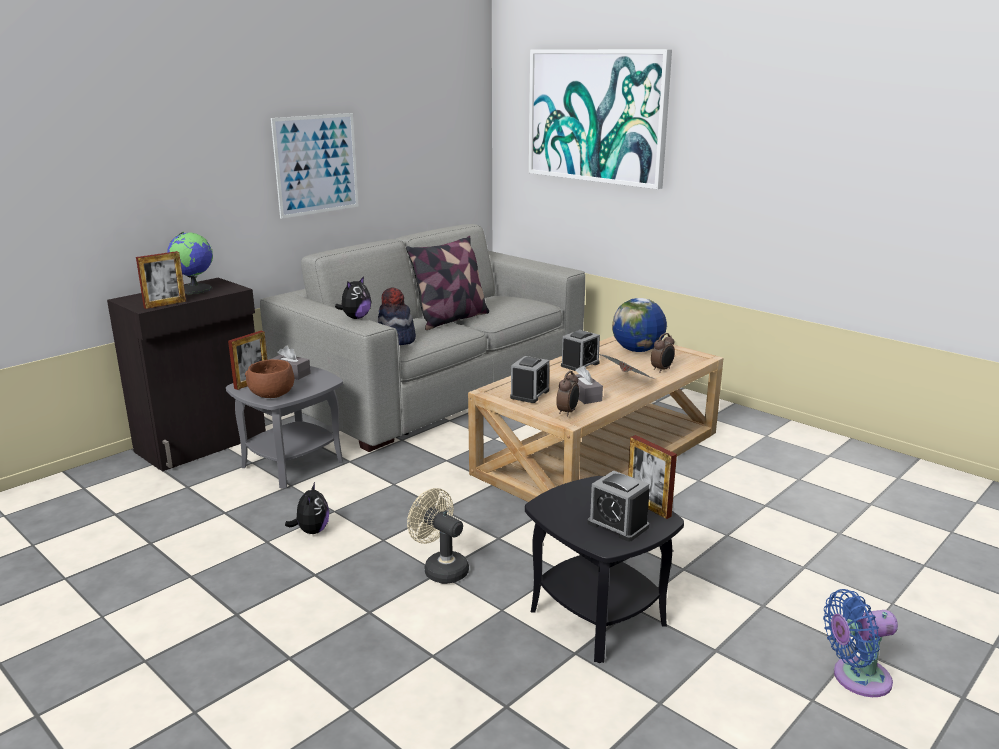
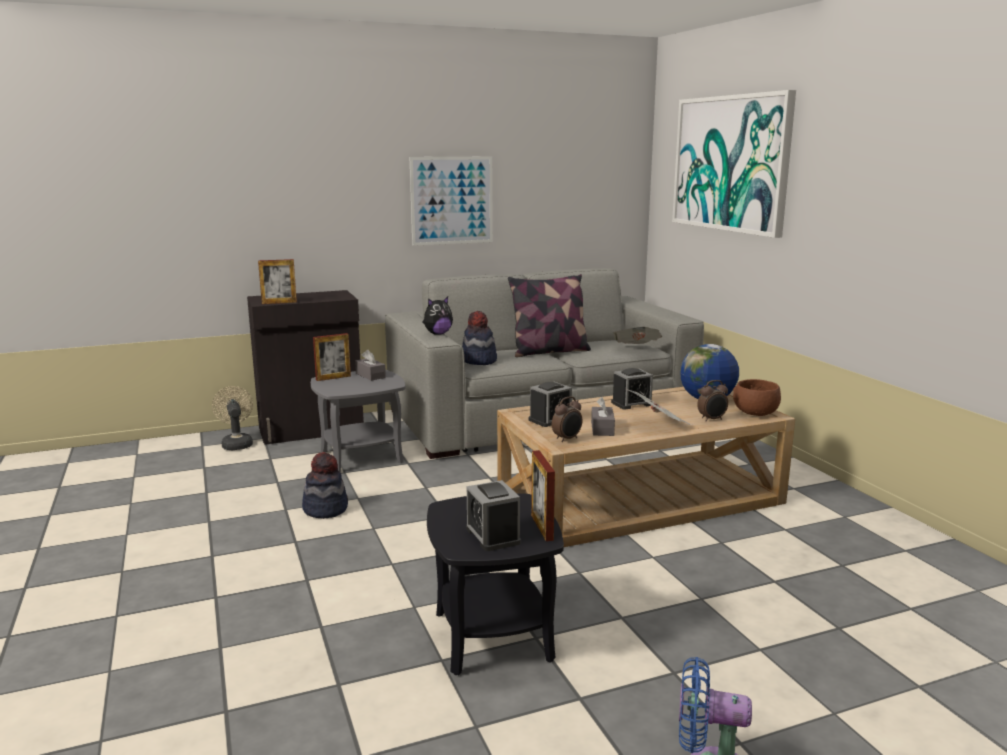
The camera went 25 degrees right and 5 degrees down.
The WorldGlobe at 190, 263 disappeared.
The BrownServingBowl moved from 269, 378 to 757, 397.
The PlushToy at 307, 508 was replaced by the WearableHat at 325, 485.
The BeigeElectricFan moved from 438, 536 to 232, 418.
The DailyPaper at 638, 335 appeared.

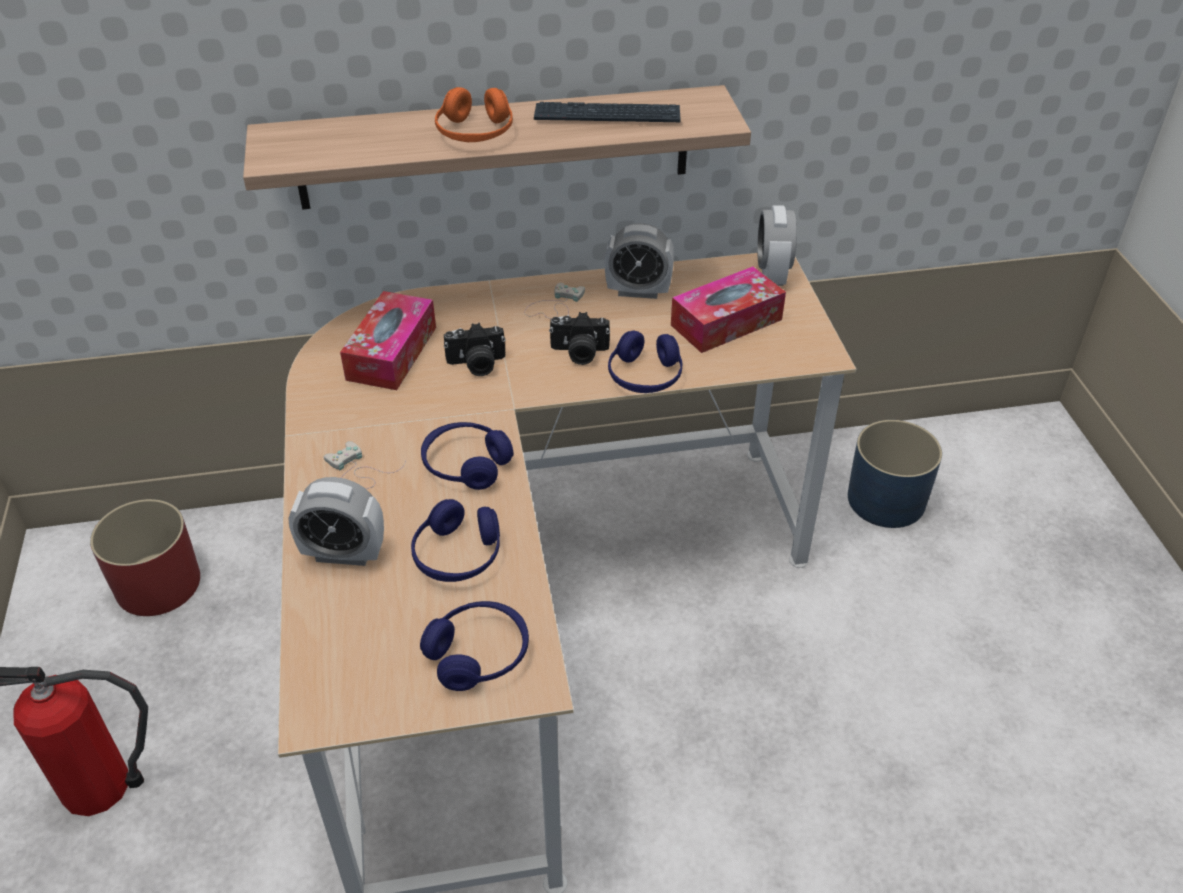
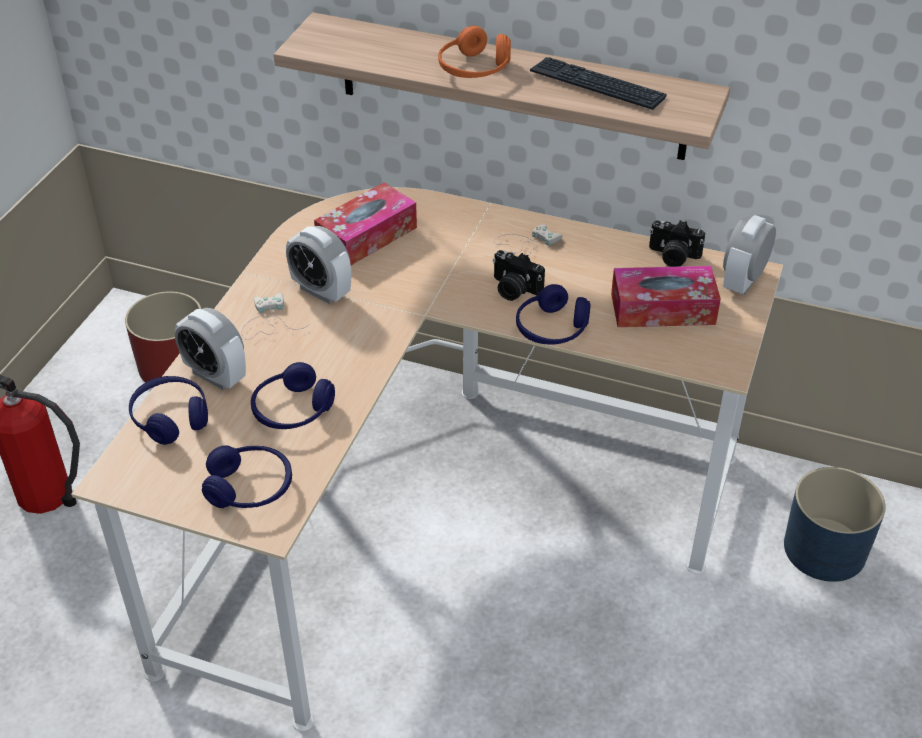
The camera went 30 degrees right and 0 degrees up.
The BluishHeadset moved from 467, 456 to 168, 410.
The PhotoCamera moved from 474, 349 to 677, 243.
The TableClock moved from 639, 261 to 318, 265.

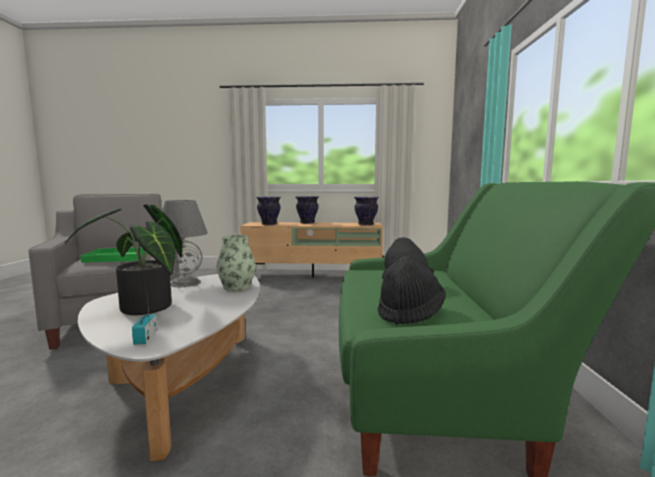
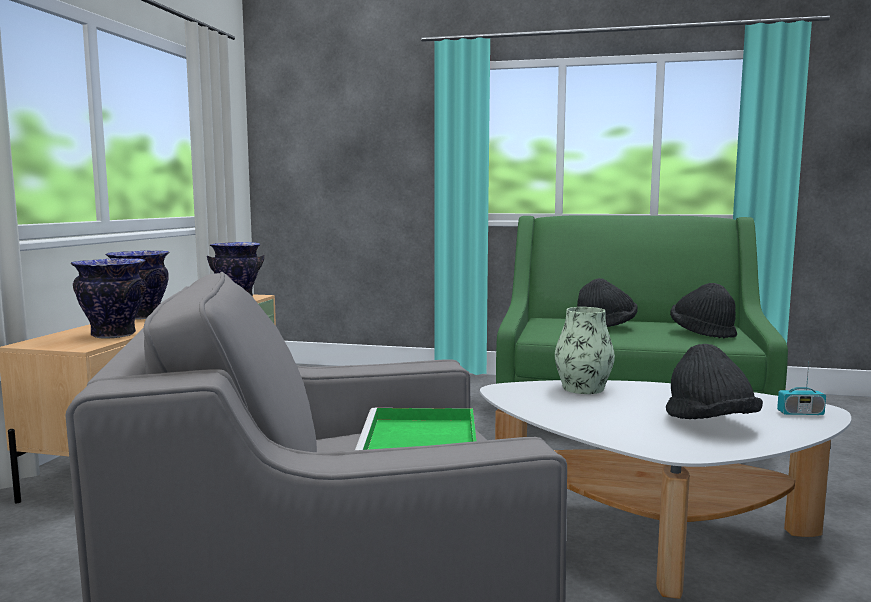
The camera went 80 degrees left and 0 degrees up.
The Houseplant at 123, 259 was replaced by the BlackishWearableHat at 714, 381.
The GreyLampForATable at 185, 243 disappeared.

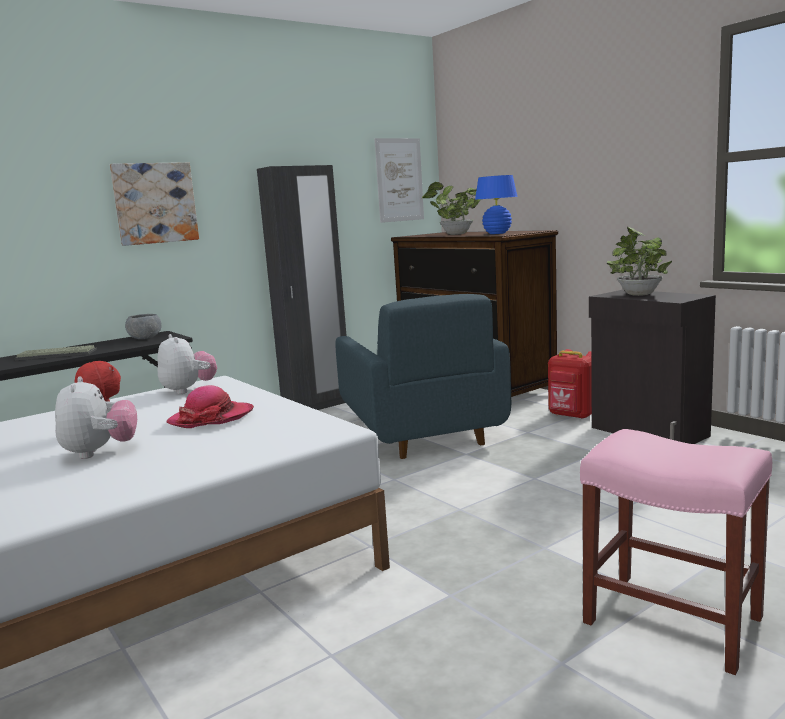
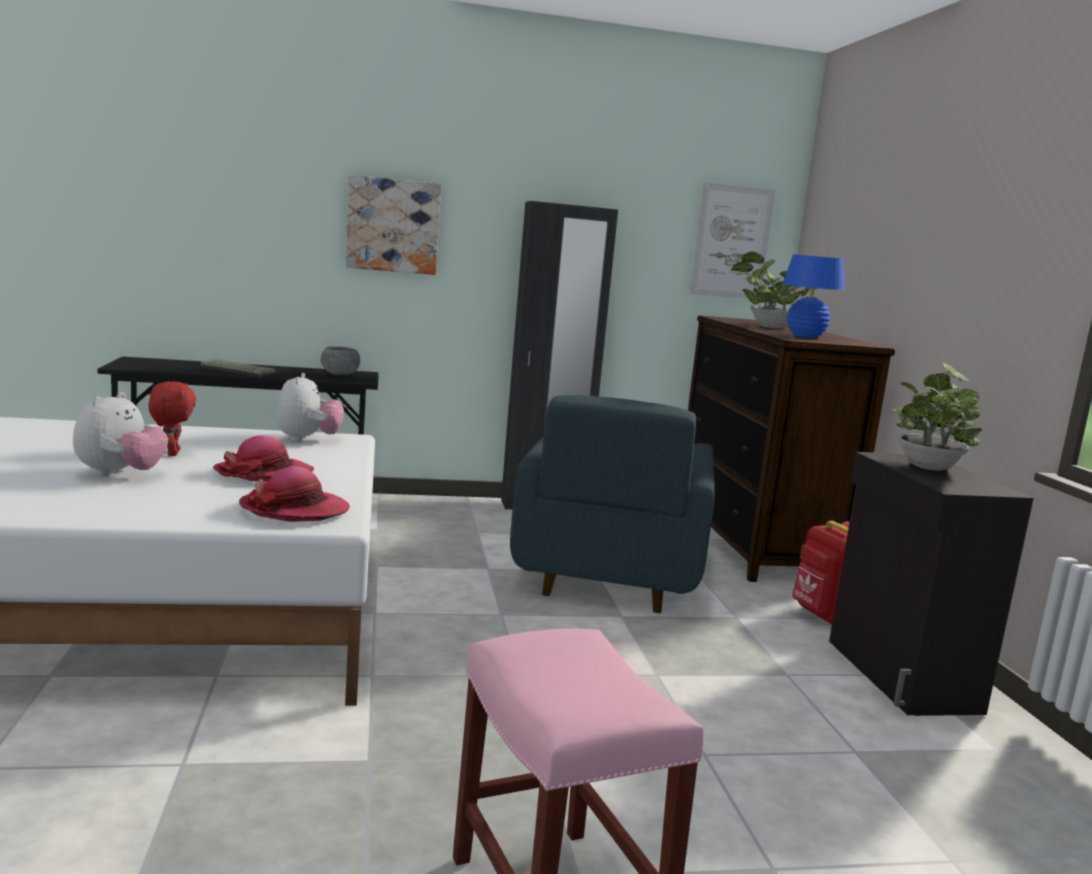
The camera went 25 degrees right and 0 degrees up.
The WearableHat at 294, 494 appeared.

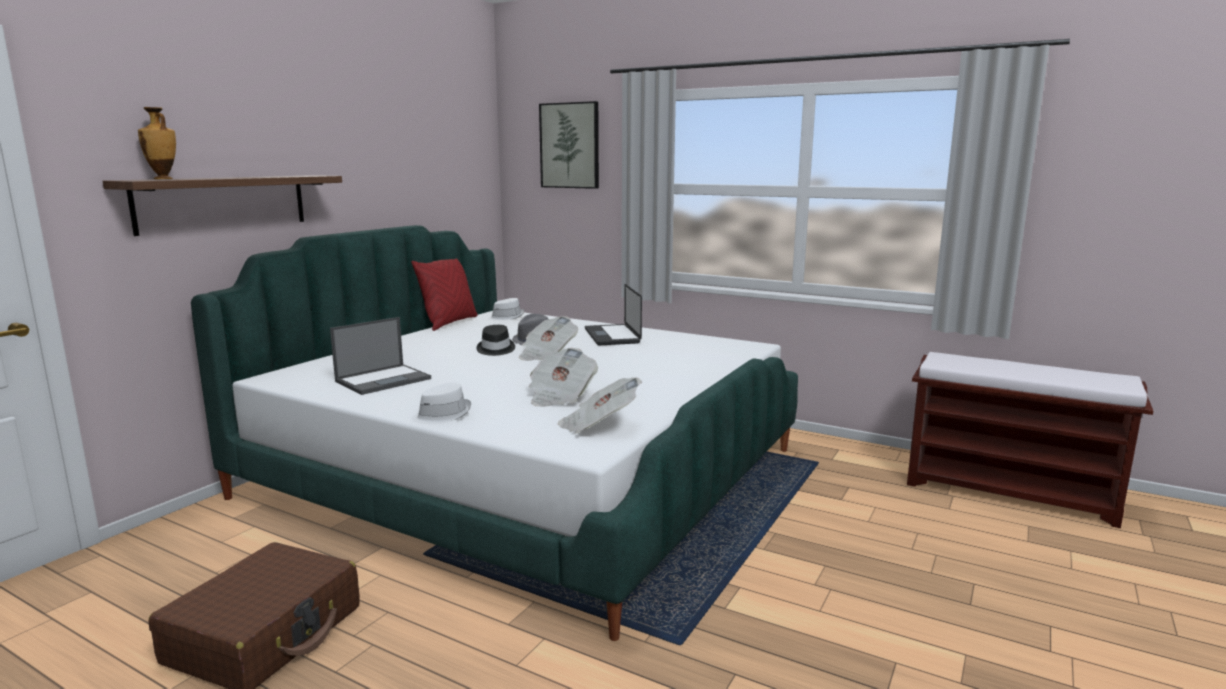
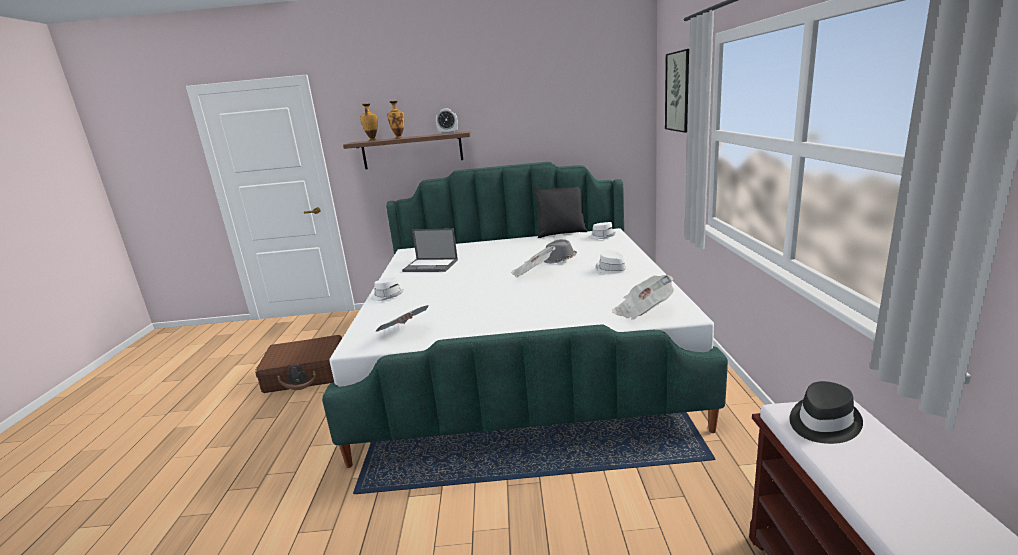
The camera went 60 degrees right and 5 degrees up.
The RedCushion at 444, 294 became the BlackishCushion at 561, 212.
The BlackishWearableHat moved from 496, 340 to 826, 412.
The DailyPaper moved from 563, 377 to 643, 297.
The PortableComputer at 613, 314 was replaced by the WhiteColouredWearableHat at 613, 263.
The Vase at 396, 119 appeared.
The TableClock at 447, 121 appeared.

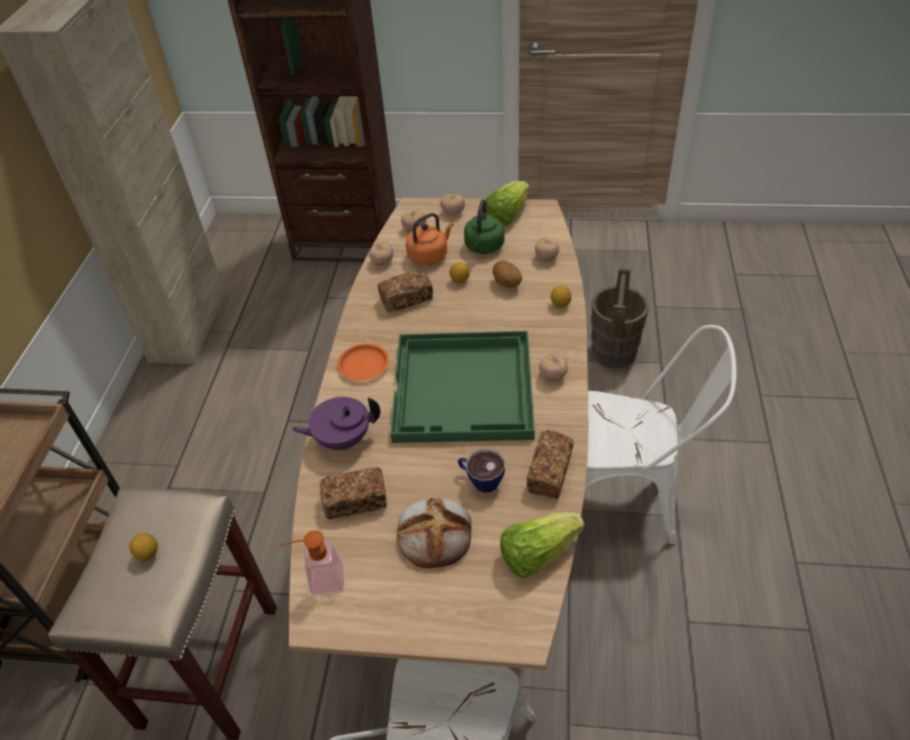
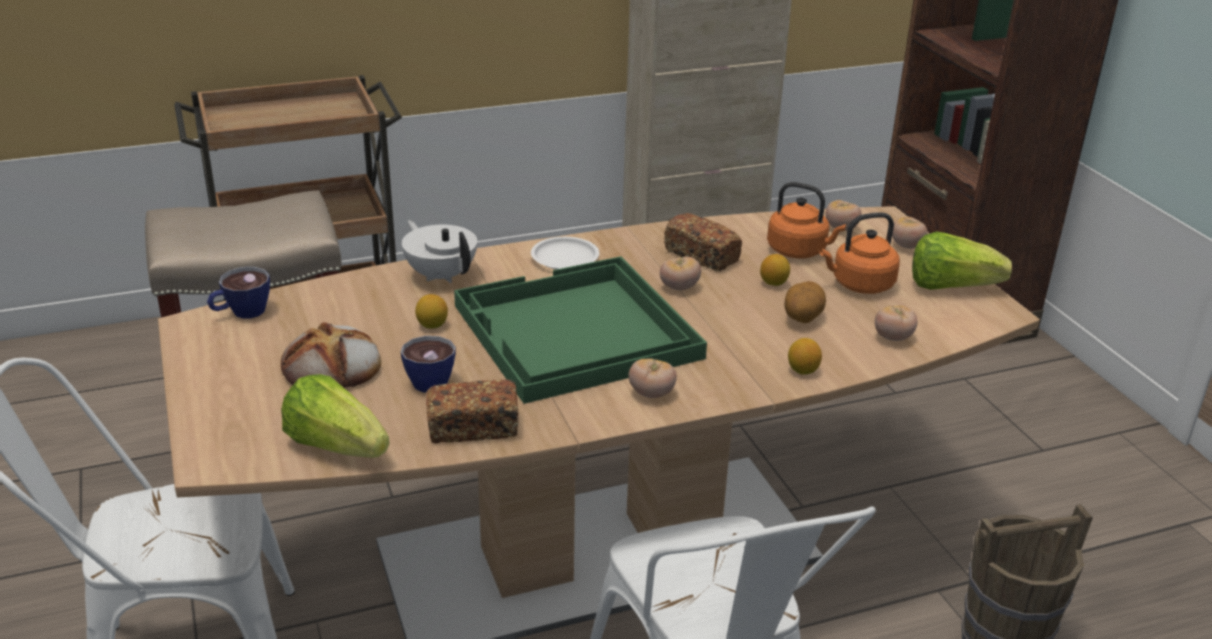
The camera went 60 degrees right and 15 degrees down.
The Lemon moved from 143, 547 to 431, 311.
The SoapBottle at 311, 562 was replaced by the DrinkingCup at 238, 293.
The PurpleColouredPotForTea at 335, 423 became the WhiteColouredPotForTea at 439, 251.
The Bread at 353, 493 disappeared.
The OrangePlate at 363, 362 became the WhiteColouredPlate at 565, 253.
The Tomato moved from 381, 253 to 680, 273.
The GreenTeaKettle at 484, 226 became the OrangeTeaKettle at 859, 253.

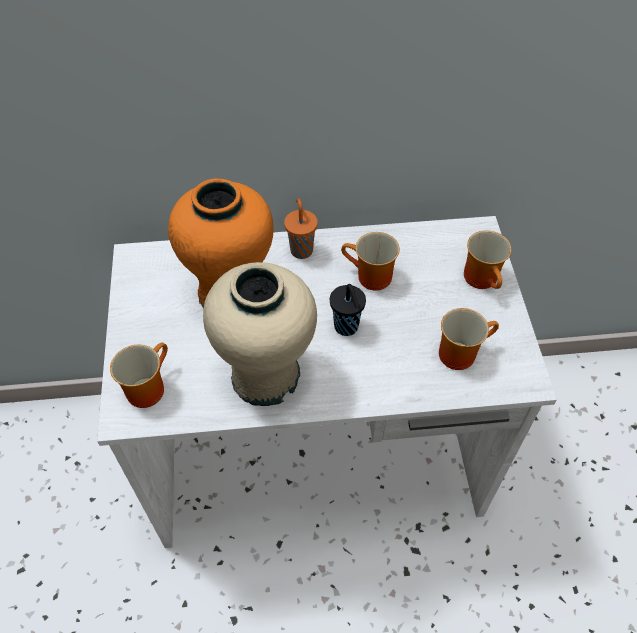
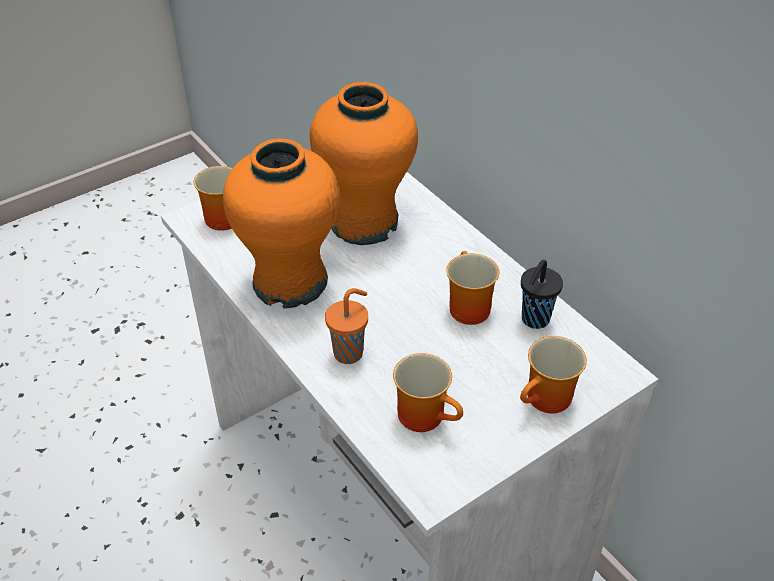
The camera went 60 degrees right and 10 degrees down.
The BeigeVase at 260, 334 became the OrangeVase at 281, 223.
The OrangeDrinkingCup moved from 301, 228 to 346, 326.
The BlackishDrinkingCup moved from 348, 310 to 542, 294.

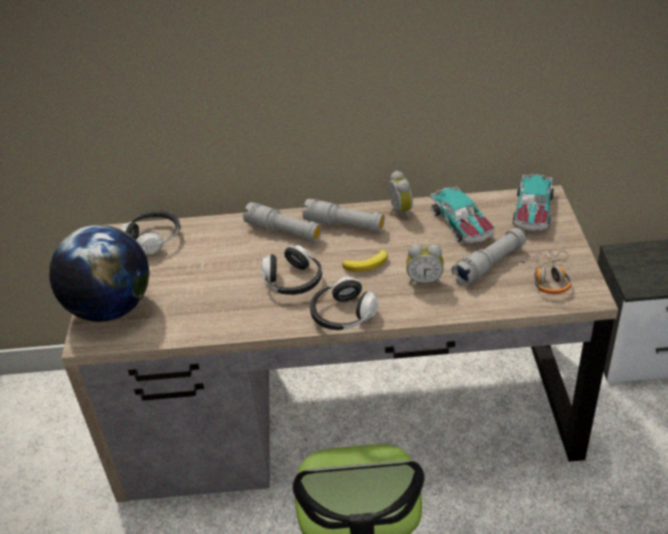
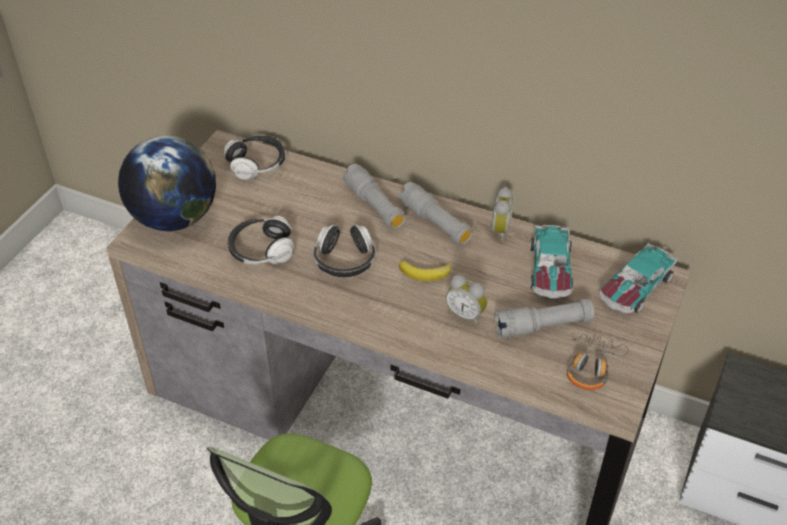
The camera went 25 degrees right and 5 degrees up.
The Headset moved from 344, 303 to 260, 240.

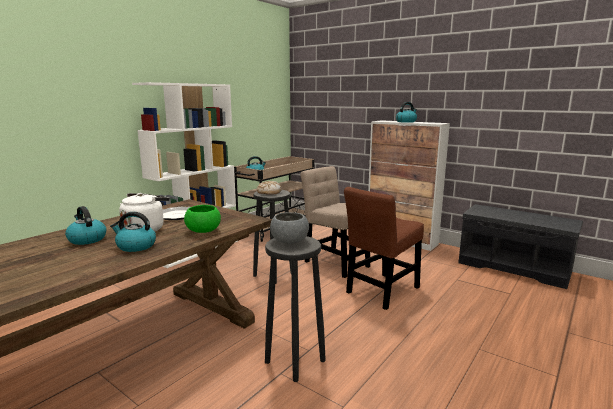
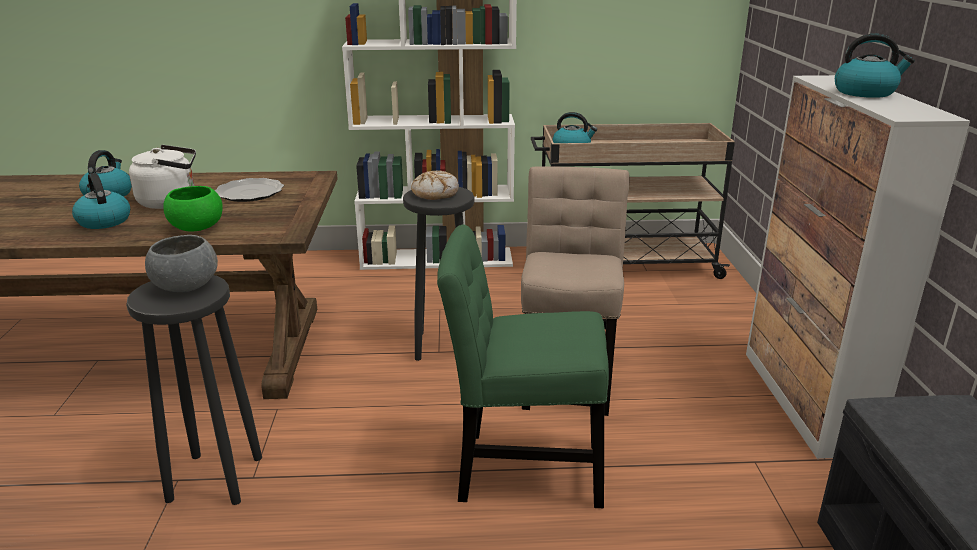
The camera went 50 degrees right and 10 degrees up.
The BrownChair at 384, 248 became the GreenChair at 523, 366.

